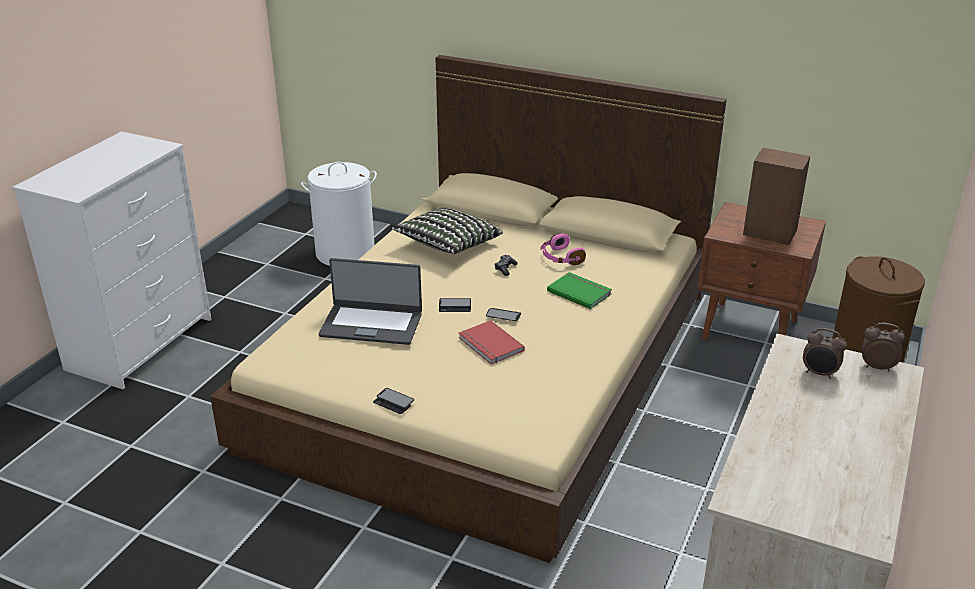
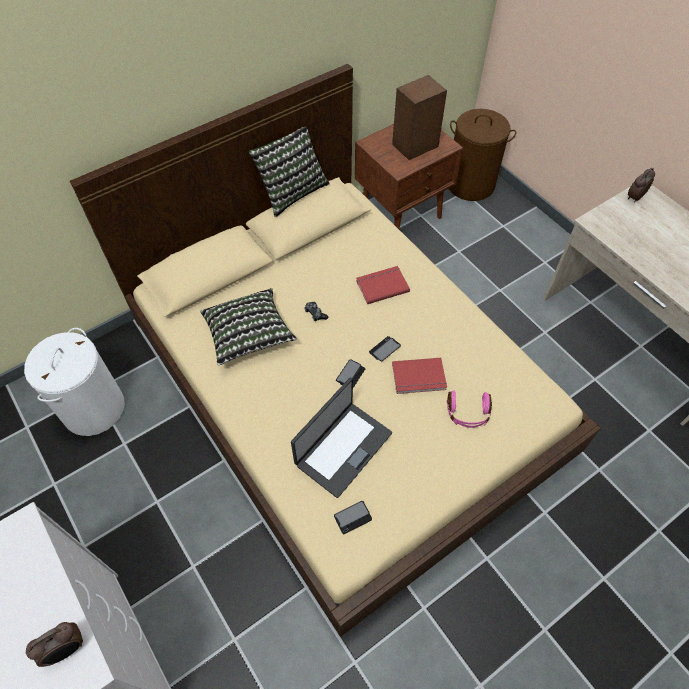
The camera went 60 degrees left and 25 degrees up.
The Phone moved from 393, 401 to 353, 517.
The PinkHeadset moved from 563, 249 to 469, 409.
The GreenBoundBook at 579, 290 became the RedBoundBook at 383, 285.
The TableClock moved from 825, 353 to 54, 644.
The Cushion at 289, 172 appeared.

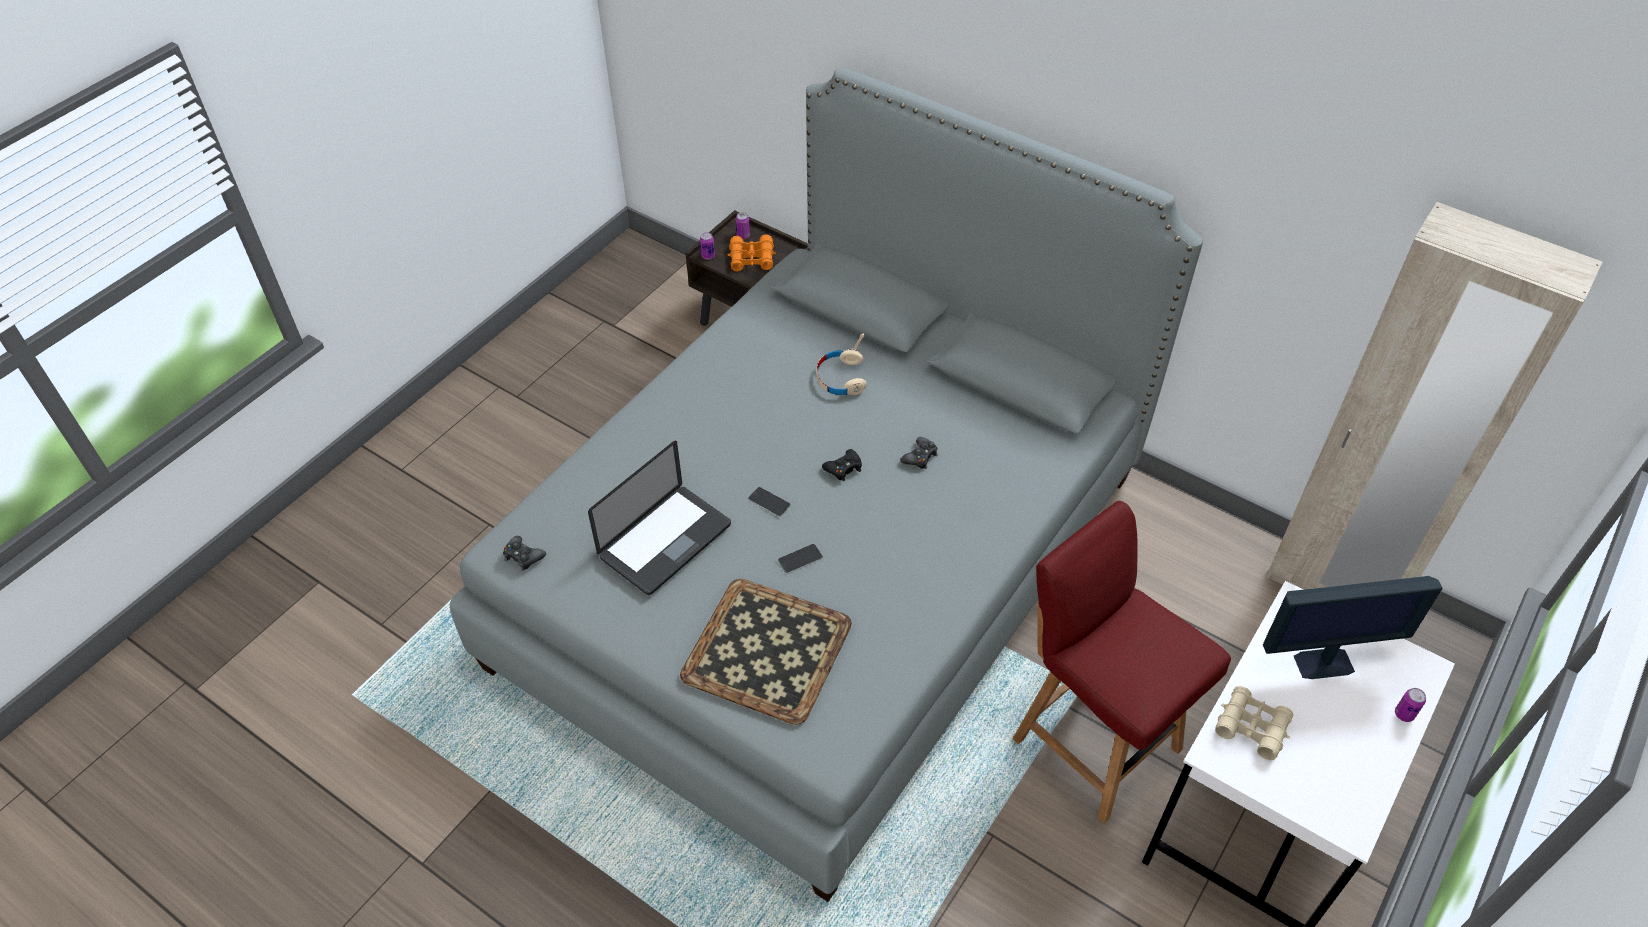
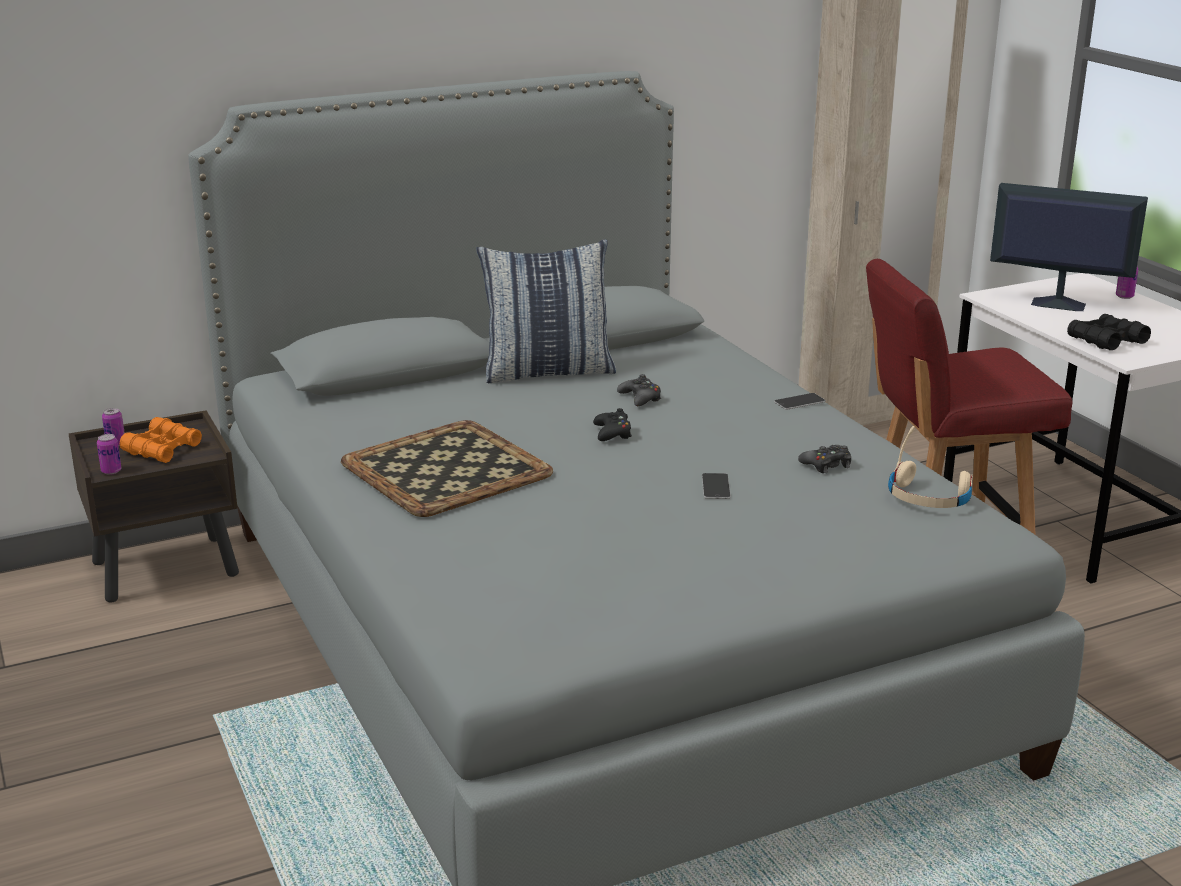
The camera went 60 degrees left and 25 degrees down.
The BlackishGameController moved from 524, 553 to 824, 459.
The PortableComputer at 659, 518 disappeared.
The Tray moved from 766, 652 to 447, 468.
The Phone moved from 769, 502 to 800, 401.
The BeigeHeadset moved from 842, 364 to 930, 467.
The BeigePairOfBinoculars at 1254, 723 became the BlackishPairOfBinoculars at 1109, 332.
The ComputerScreen at 1353, 627 turned 90 degrees counterclockwise.
The Cushion at 546, 311 appeared.

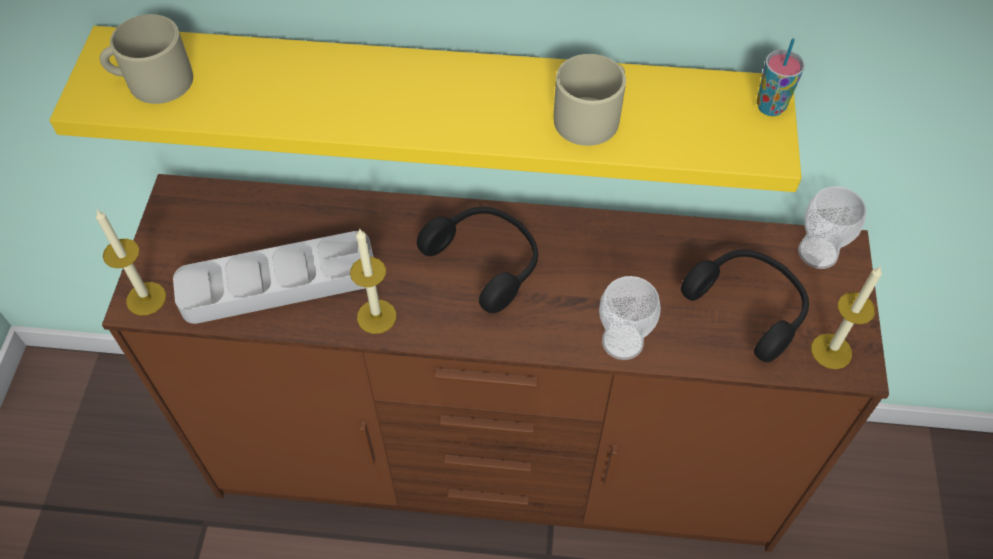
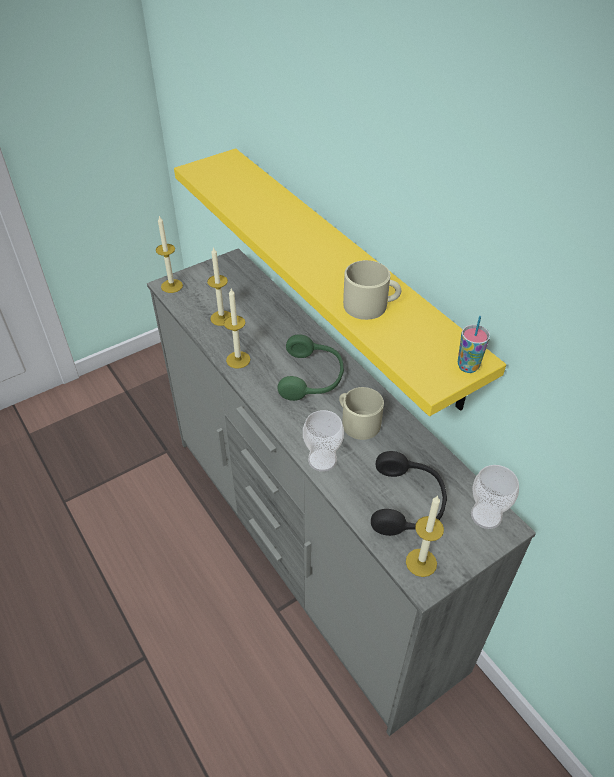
The camera went 50 degrees right and 10 degrees down.
The BeigeCoffeeMug moved from 146, 59 to 361, 413.
The BrownDrawerChest at 495, 363 became the GreyDrawerChest at 341, 492.
The GreyTray at 273, 277 was replaced by the WaxCandle at 219, 286.
The BlackishHeadset at 477, 260 became the GreenHeadset at 311, 367.

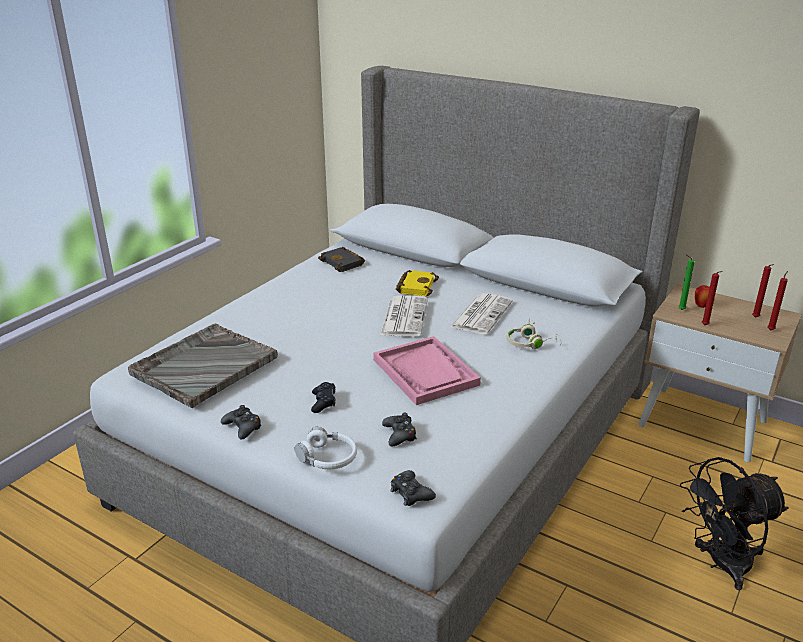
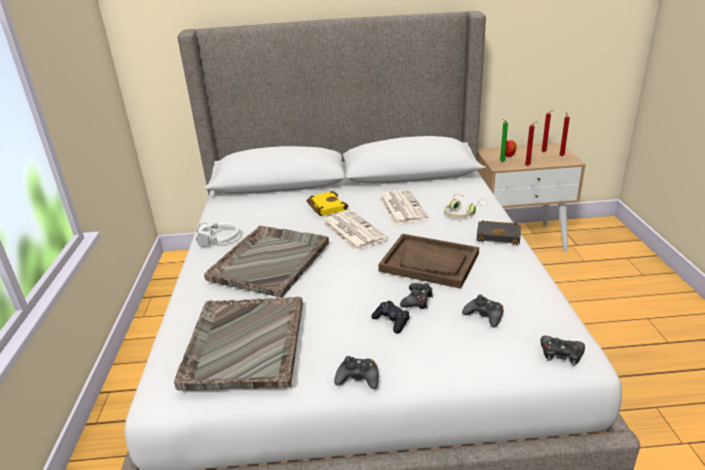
The camera went 35 degrees left and 0 degrees up.
The WhiteColouredHeadset moved from 326, 448 to 217, 234.
The BlackishBoundBook moved from 341, 259 to 498, 232.
The PinkTray at 427, 370 became the BrownTray at 428, 261.
The BlackishElectricFan at 734, 523 disappeared.
The GreyTray at 266, 262 appeared.
The BlackishGameController at 416, 296 appeared.

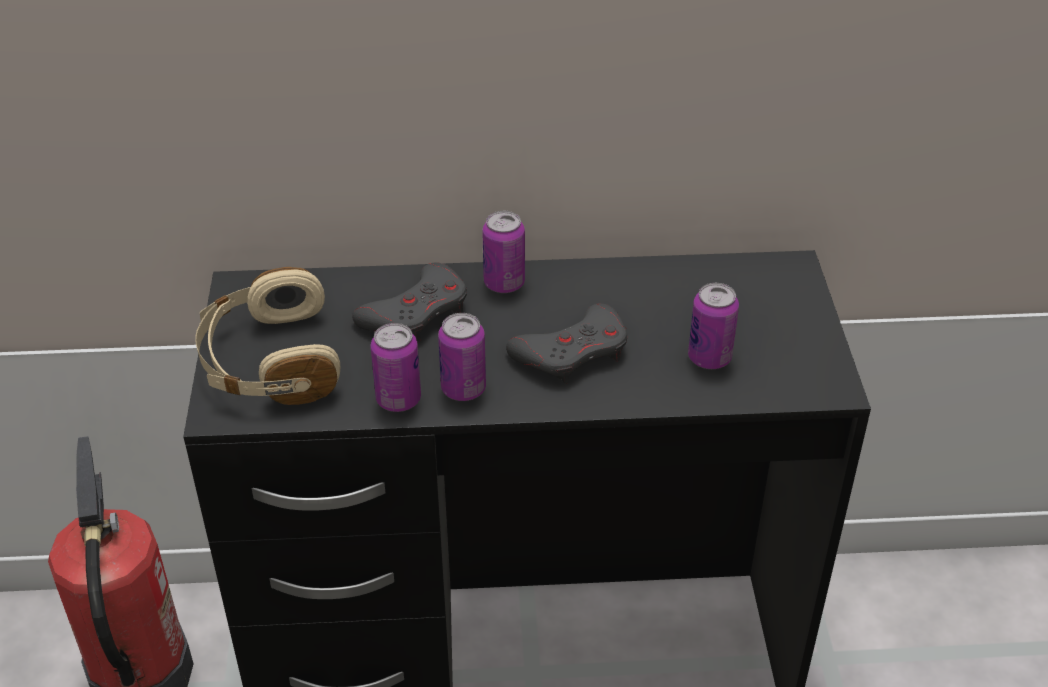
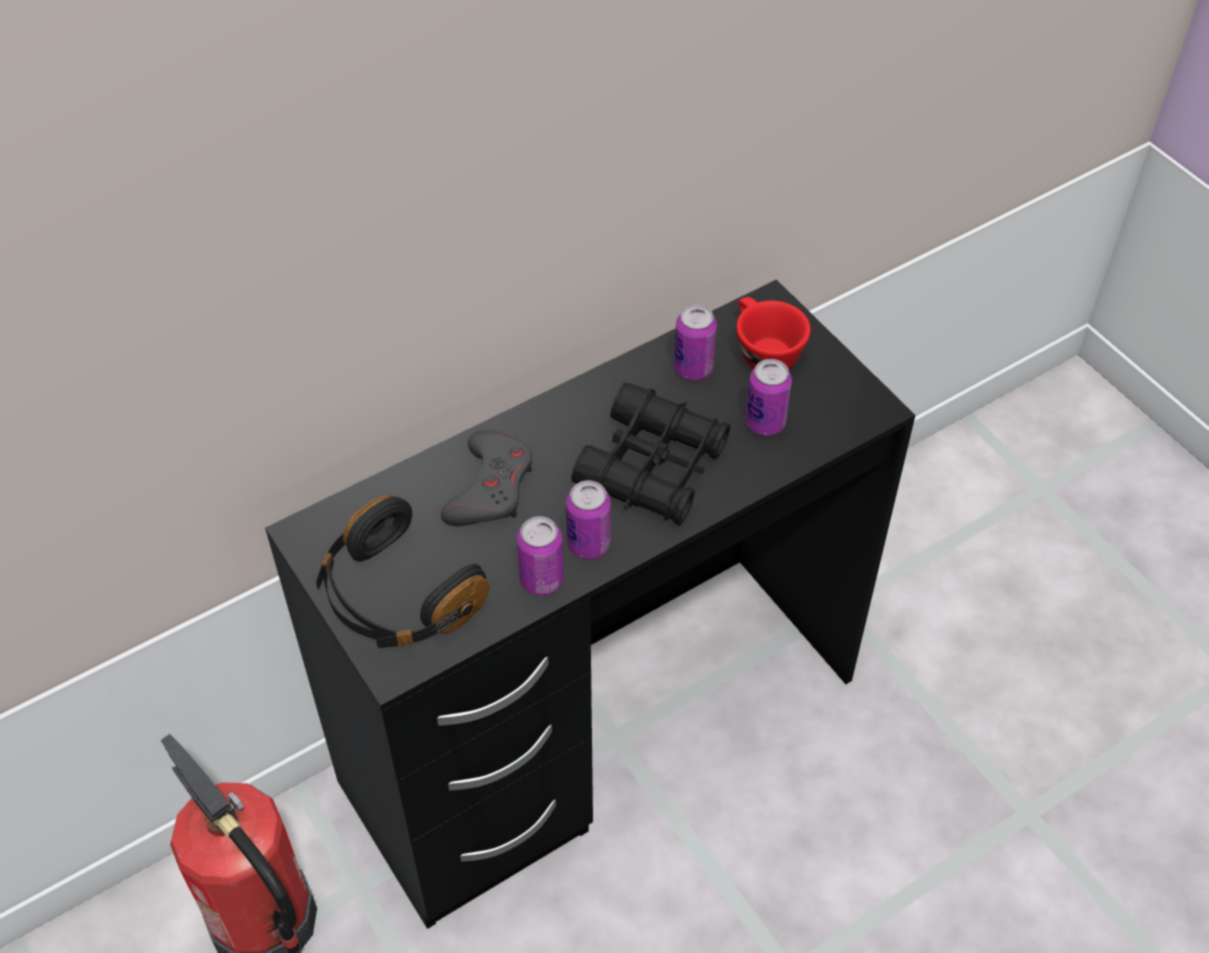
The camera went 30 degrees left and 10 degrees up.
The BeigeHeadset at 268, 336 became the BlackishHeadset at 402, 571.
The MetalCan moved from 503, 252 to 695, 342.
The GreyGameController at 566, 343 was replaced by the BlackishPairOfBinoculars at 651, 454.
The RedDrinkingCup at 773, 333 appeared.

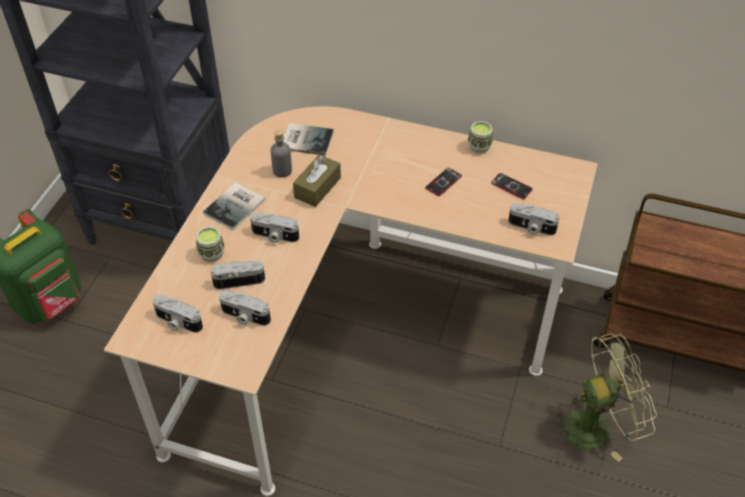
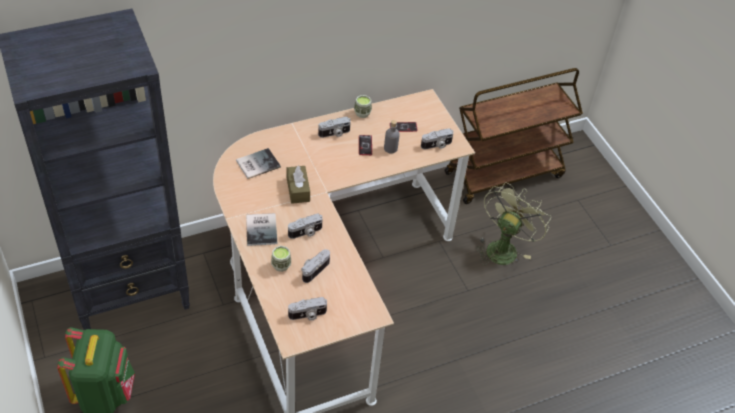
The camera went 45 degrees left and 0 degrees up.
The PhotoCamera moved from 245, 308 to 334, 127.
The GreyBeverageBottle moved from 281, 154 to 392, 137.

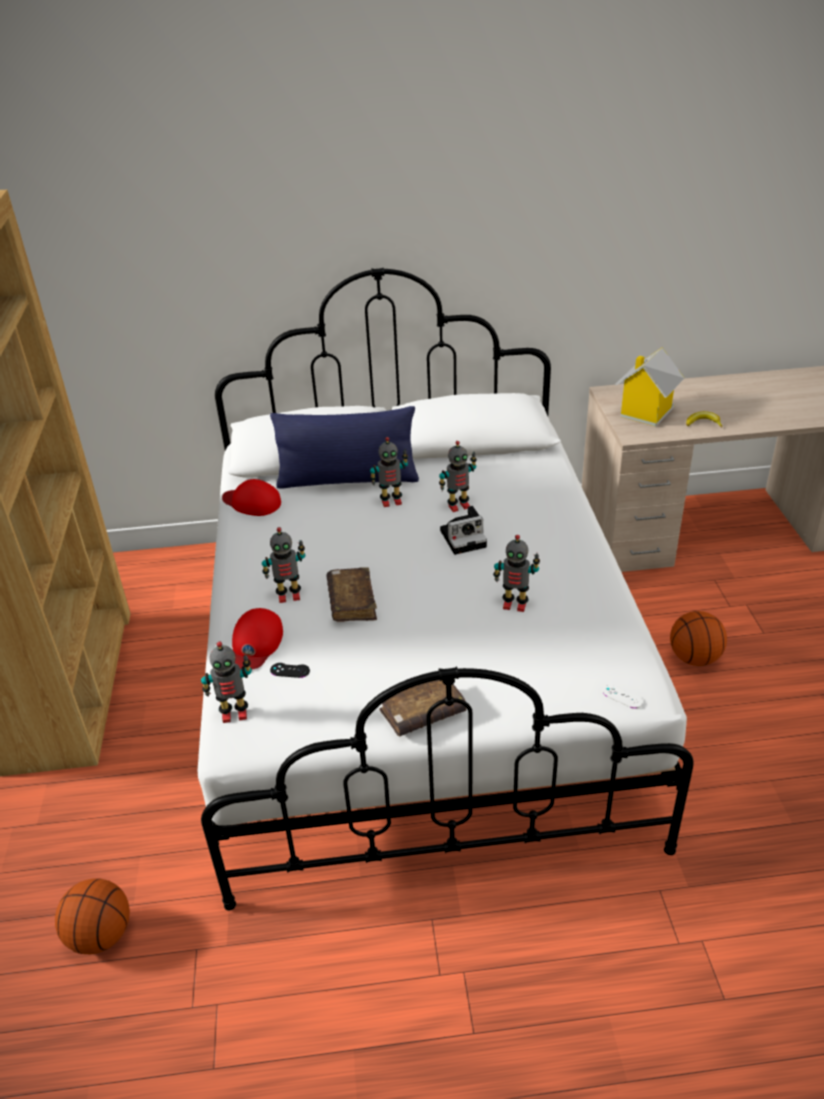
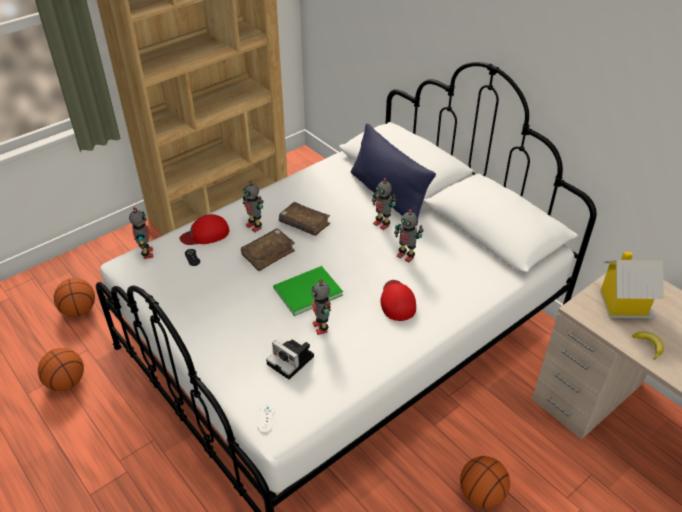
The camera went 55 degrees right and 5 degrees up.
The RobotFigure at 226, 682 turned 150 degrees counterclockwise.
The RedPeakedCap moved from 251, 497 to 398, 300.
The BrownBoundBook moved from 422, 708 to 304, 219.
The PhotoCamera moved from 463, 530 to 290, 359.
The Basketball at 61, 369 appeared.
The GreenBoundBook at 308, 291 appeared.

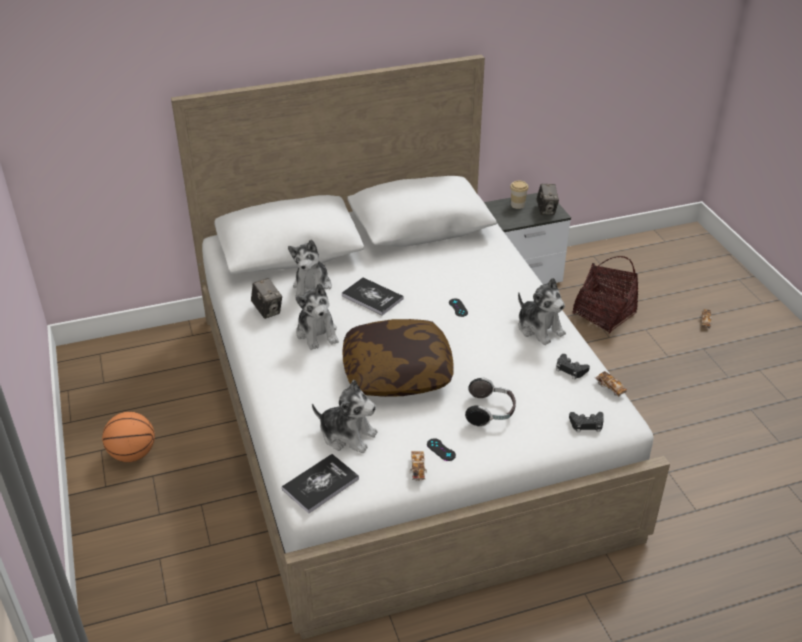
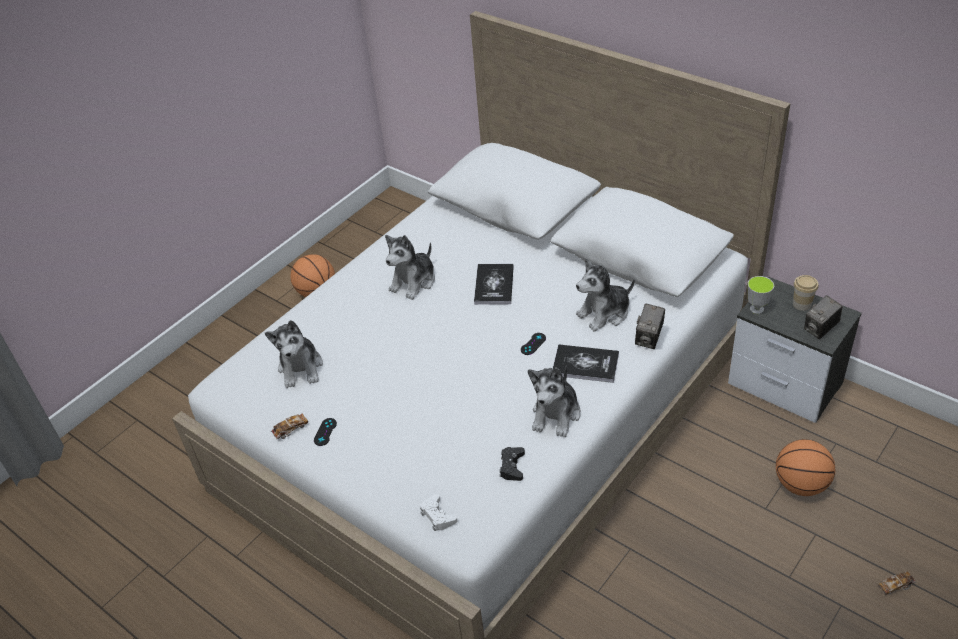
The camera went 60 degrees right and 5 degrees up.
The PhotoCamera moved from 266, 298 to 650, 326.
The BoundBook moved from 320, 483 to 586, 363.
The PlushToy moved from 310, 268 to 605, 295.
The Cushion at 397, 358 disappeared.
The Headset at 490, 402 disappeared.
The BlackishGameController at 586, 422 became the WhiteColouredGameController at 438, 512.
The StorageBasket at 605, 295 was replaced by the Basketball at 805, 467.
The ModelCar at 611, 383 disappeared.
The DrinkingCup at 761, 295 appeared.

